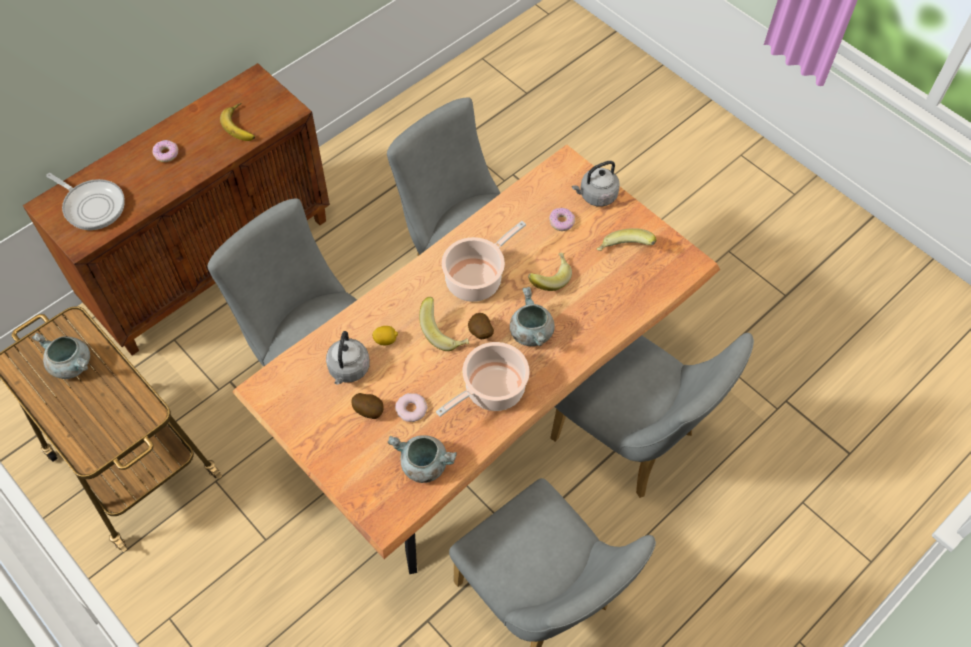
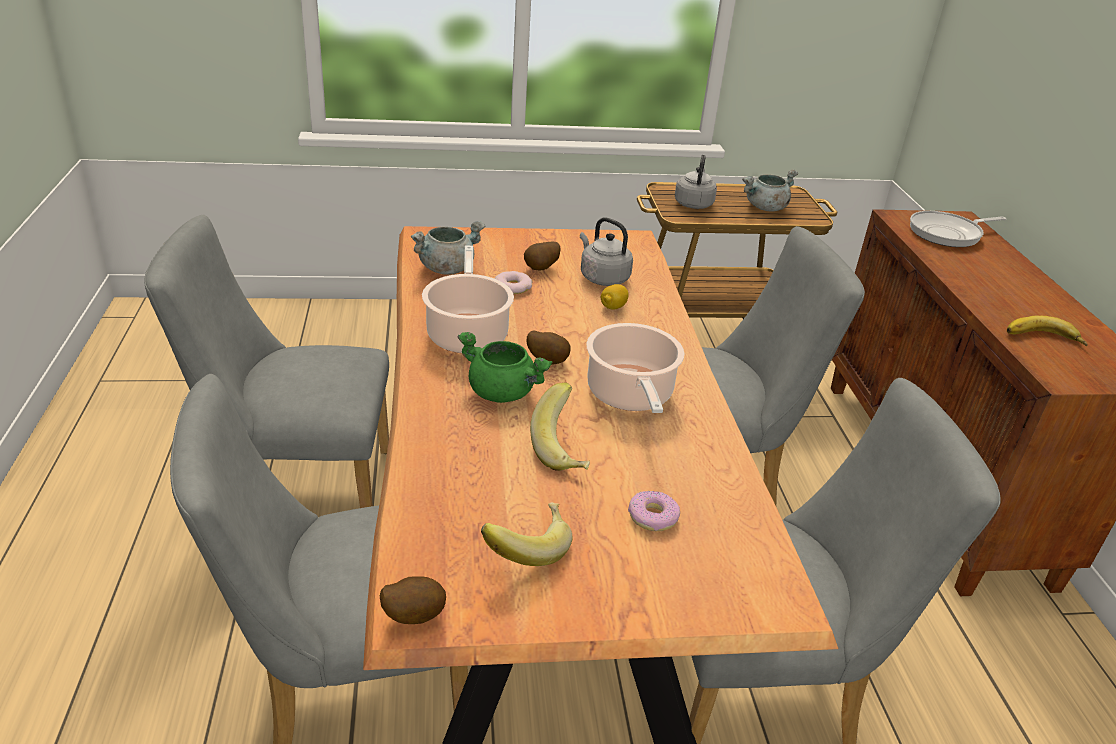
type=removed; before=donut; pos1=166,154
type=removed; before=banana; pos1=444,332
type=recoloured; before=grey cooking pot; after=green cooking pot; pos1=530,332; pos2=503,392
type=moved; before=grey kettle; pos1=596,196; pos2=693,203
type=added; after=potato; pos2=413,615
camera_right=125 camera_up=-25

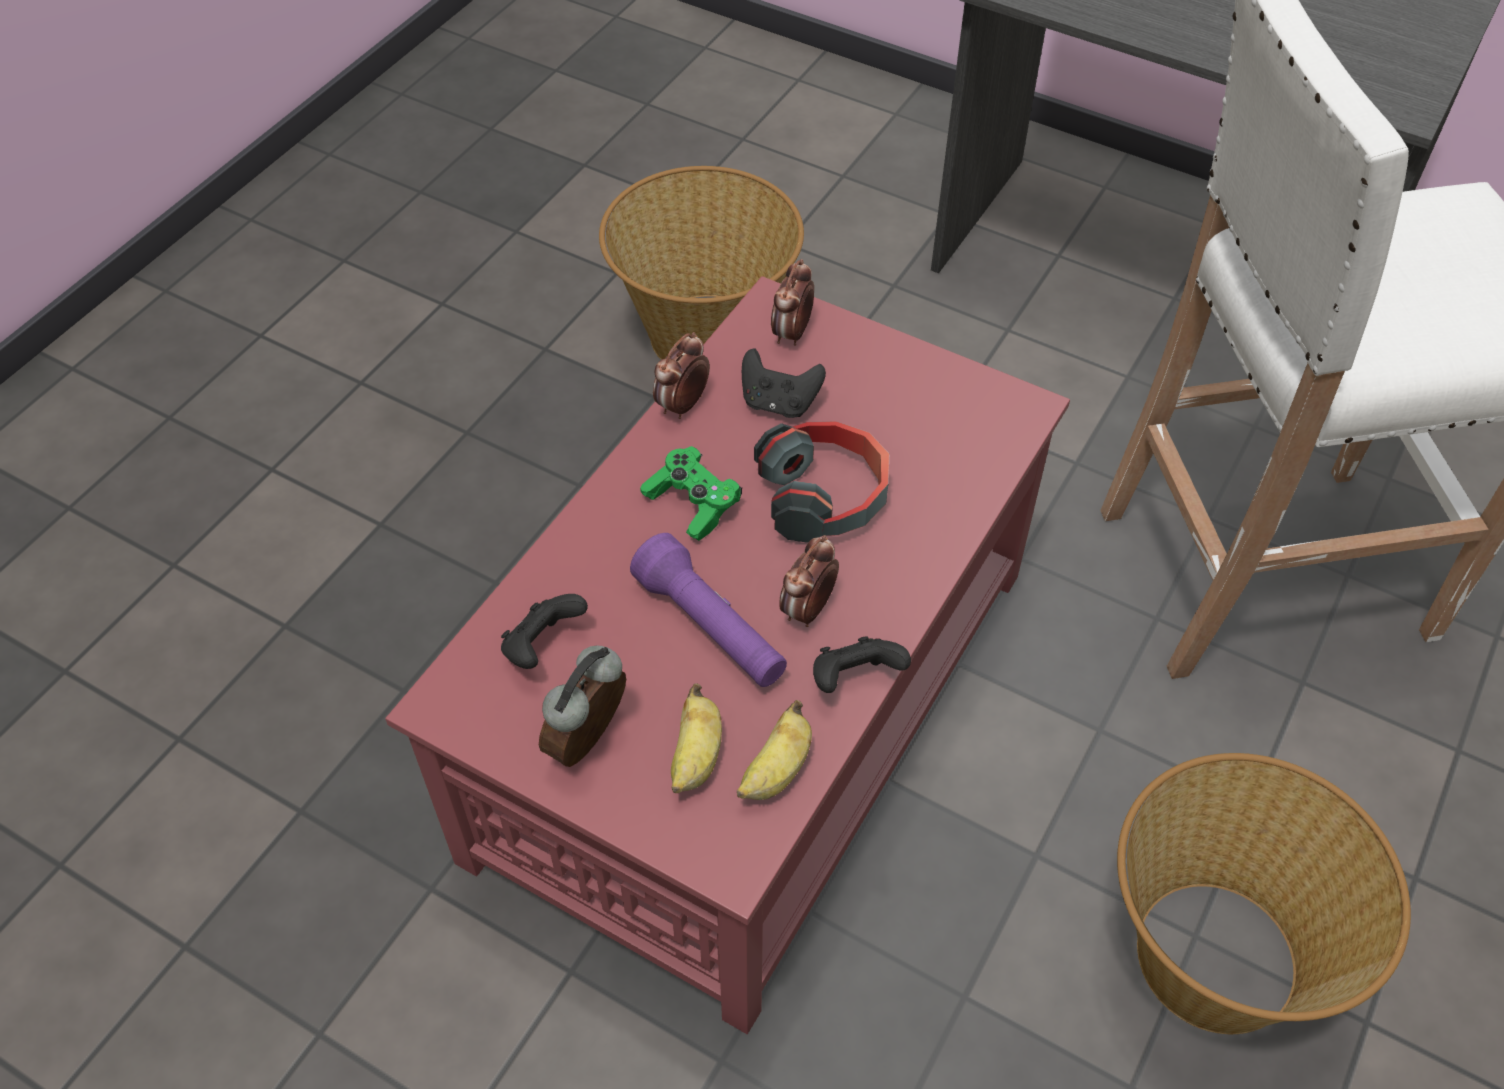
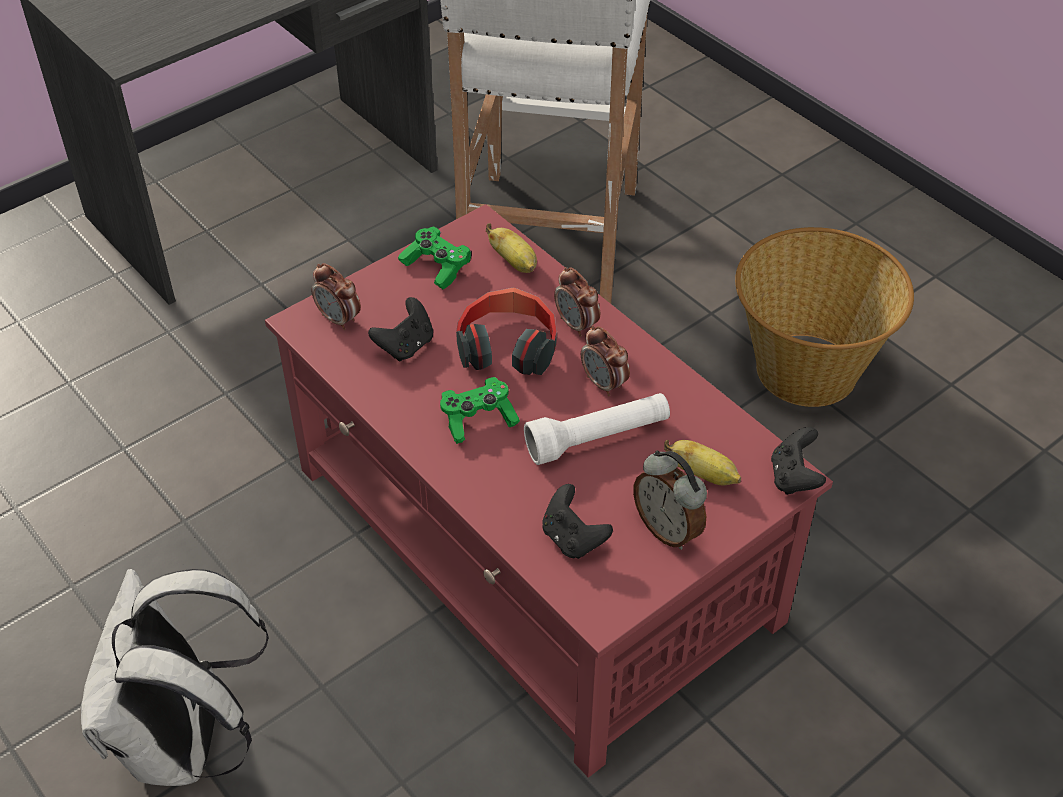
type=removed; before=basket; pos1=705,335
type=recoloured; before=purple flashlight; after=white flashlight; pos1=711,628; pos2=597,439
type=moved; before=alarm clock; pos1=682,405; pos2=576,325
type=moved; before=banana; pos1=776,771; pos2=514,262
type=moved; before=black game controller; pos1=854,679; pos2=794,477
type=added; after=white backpack; pos2=186,742
type=added; after=green game controller; pos2=436,266
camera_right=-70 camera_up=-5

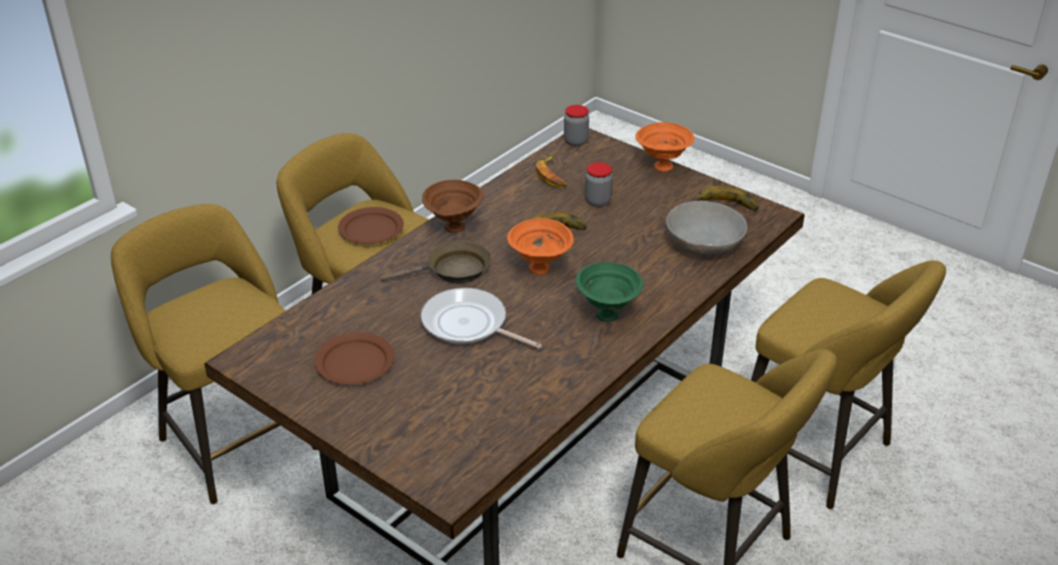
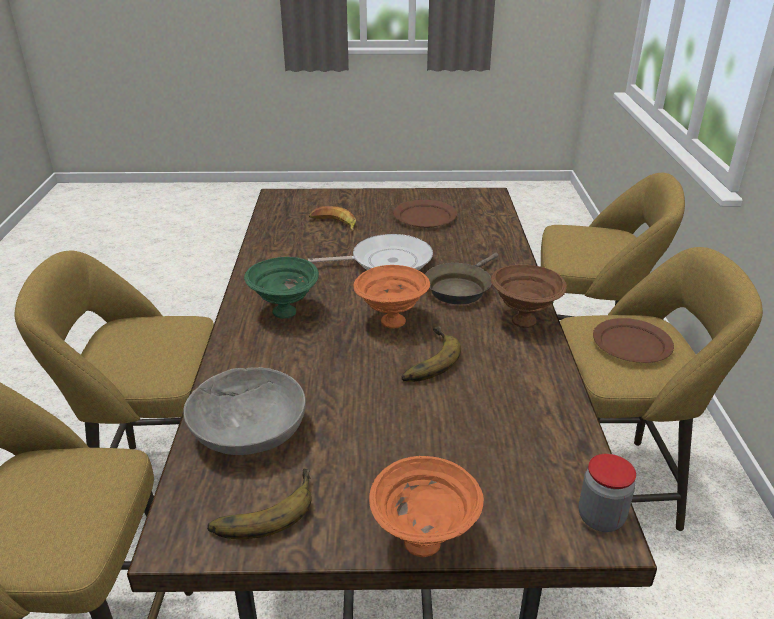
type=moved; before=banana; pos1=552,176; pos2=334,223
type=removed; before=jar; pos1=598,201
camera_right=140 camera_up=-5

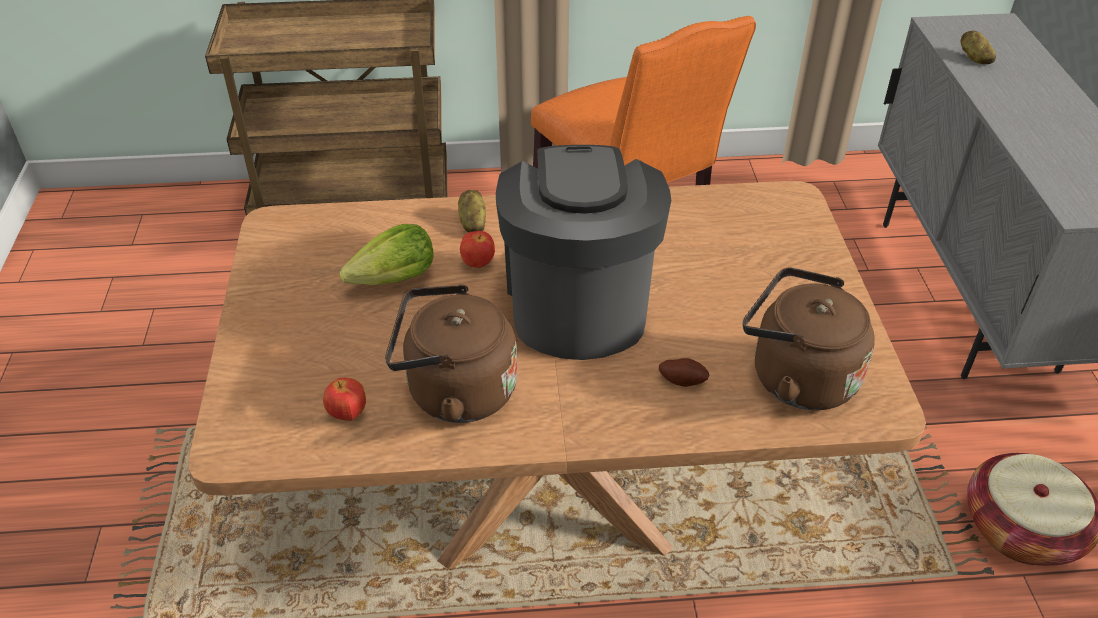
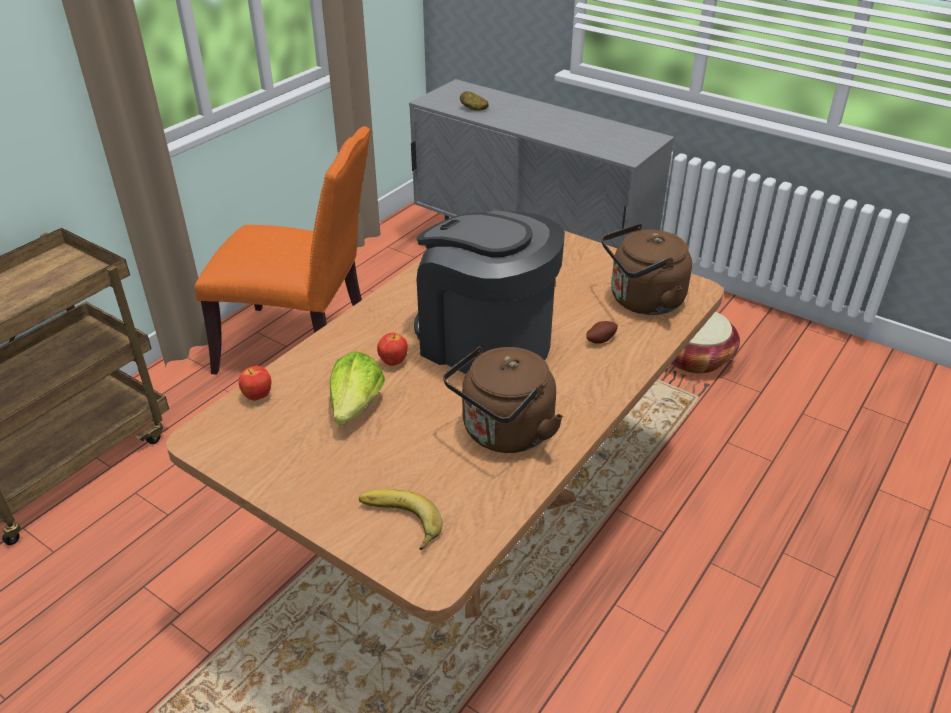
type=moved; before=apple; pos1=347,414; pos2=258,396
type=removed; before=potato; pos1=472,223
type=added; after=banana; pos2=398,523
camera_right=-50 camera_up=-5

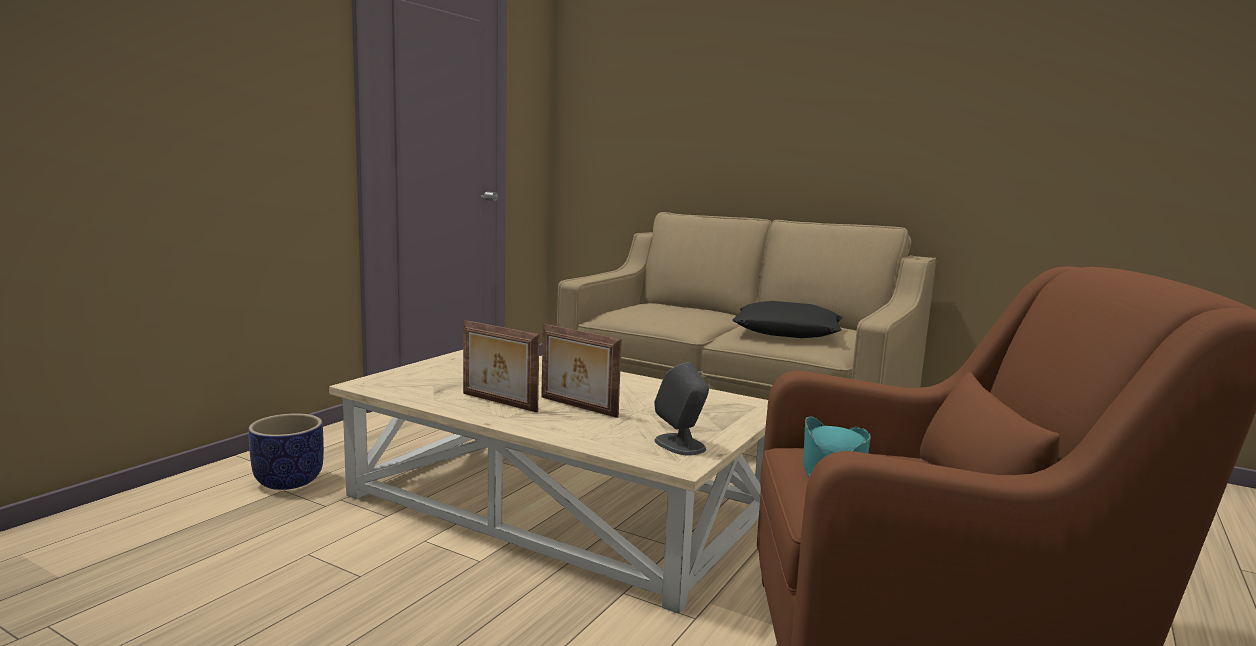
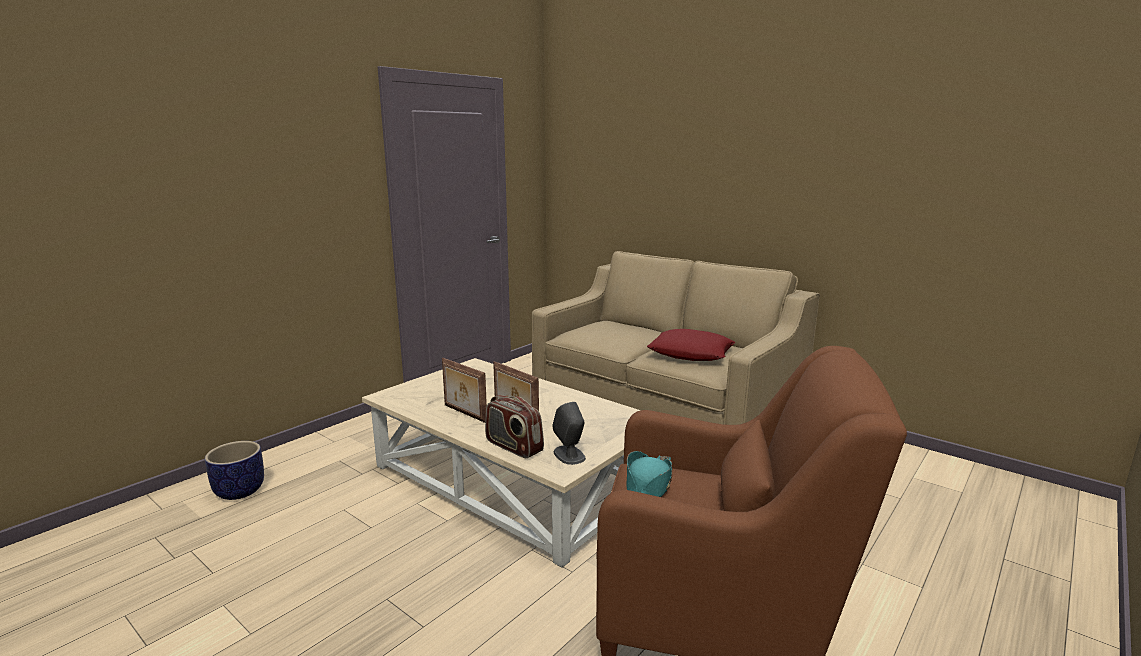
type=moved; before=planter; pos1=289,481; pos2=240,491
type=recoloured; before=black pillow; after=red pillow; pos1=787,331; pos2=691,353
type=added; after=radio; pos2=513,447
camera_right=10 camera_up=5

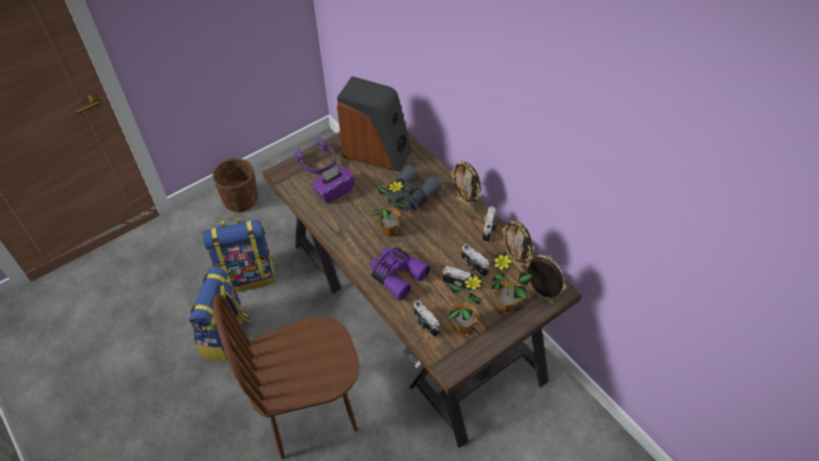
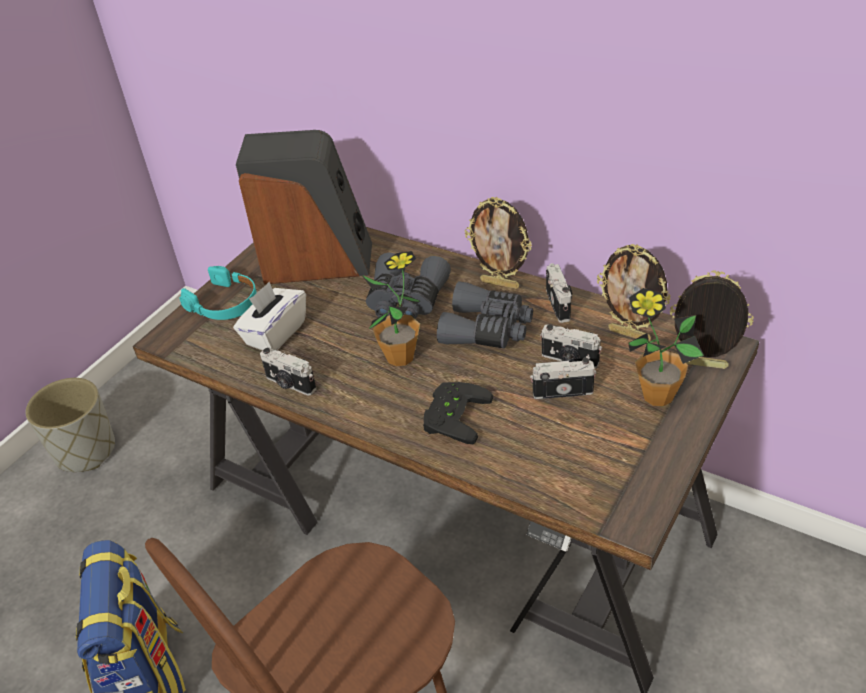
type=removed; before=backpack; pos1=247,275
type=recoloured; before=brown planter; after=grey planter; pos1=241,199; pos2=85,450
type=recoloured; before=purple headphones; after=turquoise headphones; pos1=318,162; pos2=225,303
type=recoloured; before=purple tissue box; after=white tissue box; pos1=334,191; pos2=275,333
type=replaced; before=purple binoculars; after=black game controller; pos1=397,275; pos2=452,415
type=moved; before=photo camera; pos1=425,324; pos2=289,384
type=removed; before=potted plant; pos1=463,326
type=added; after=grey binoculars; pos2=487,329
camera_right=-20 camera_up=-10

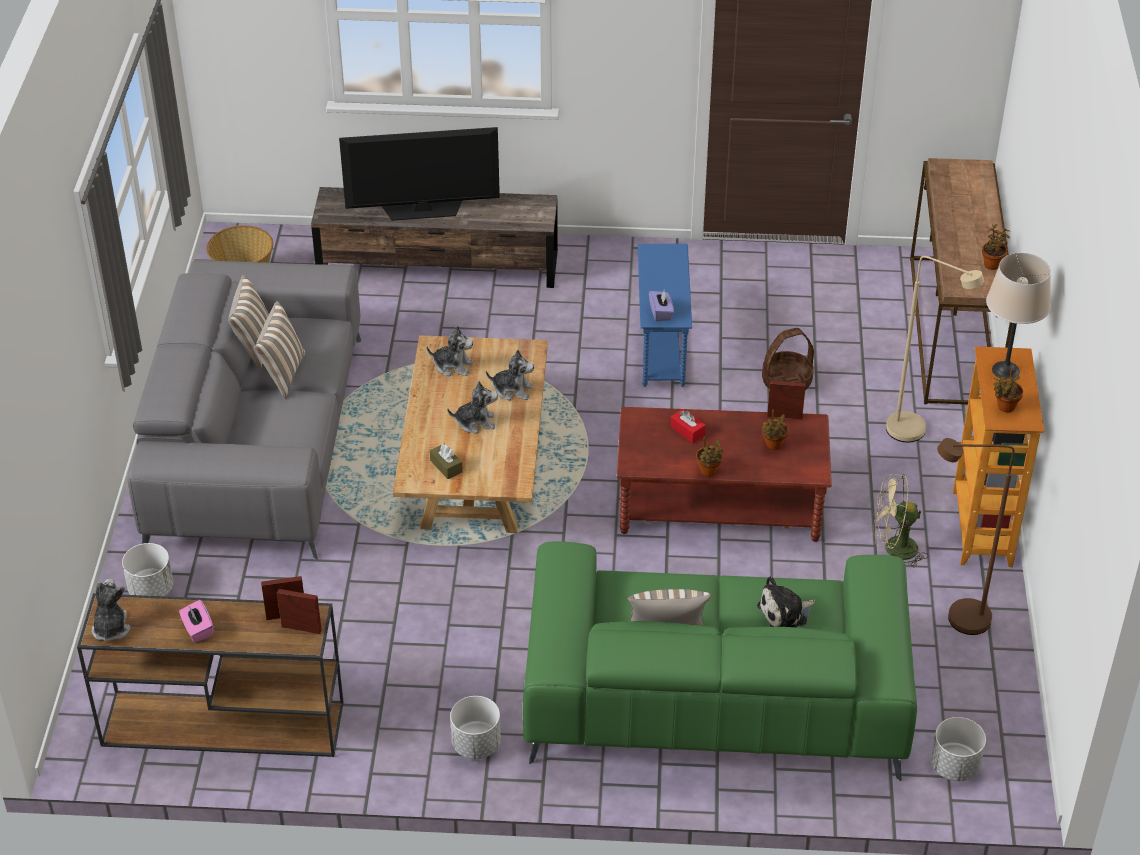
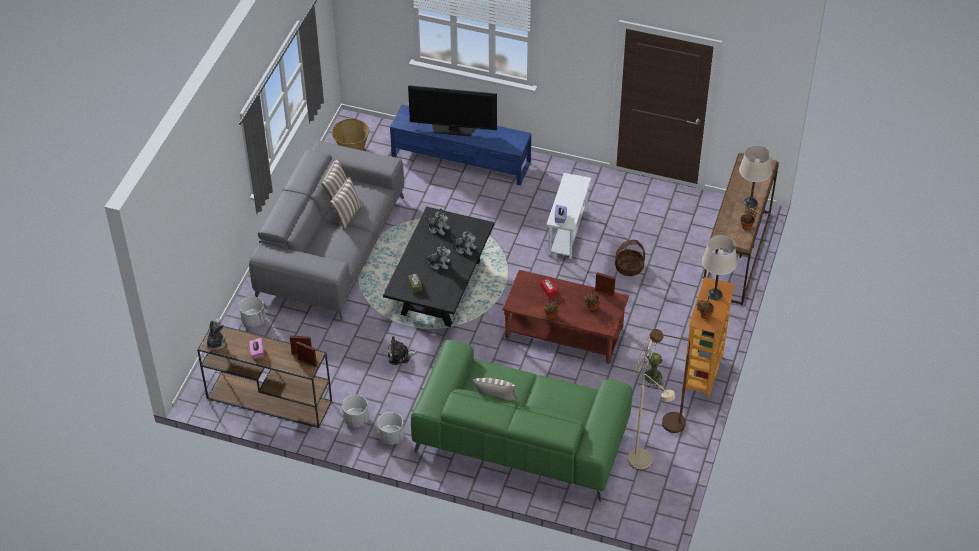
type=recoloured; before=brown tv stand; after=blue tv stand; pos1=439,265; pos2=461,159
type=recoloured; before=beige coffee table; after=black coffee table; pos1=475,471; pos2=440,287
type=recoloured; before=blue side table; after=white side table; pos1=662,347; pos2=568,233
type=moved; before=plush toy; pos1=785,613; pos2=400,355
type=moved; before=beige floor lamp; pos1=915,433; pos2=645,464
type=moved; before=white planter; pos1=954,766; pos2=356,419
type=added; after=beige table lamp; pos2=750,202
camera_right=15 camera_up=5

